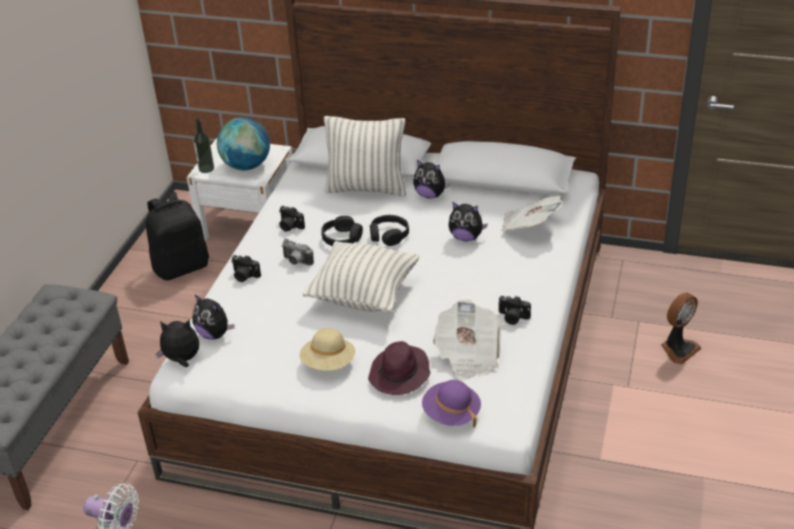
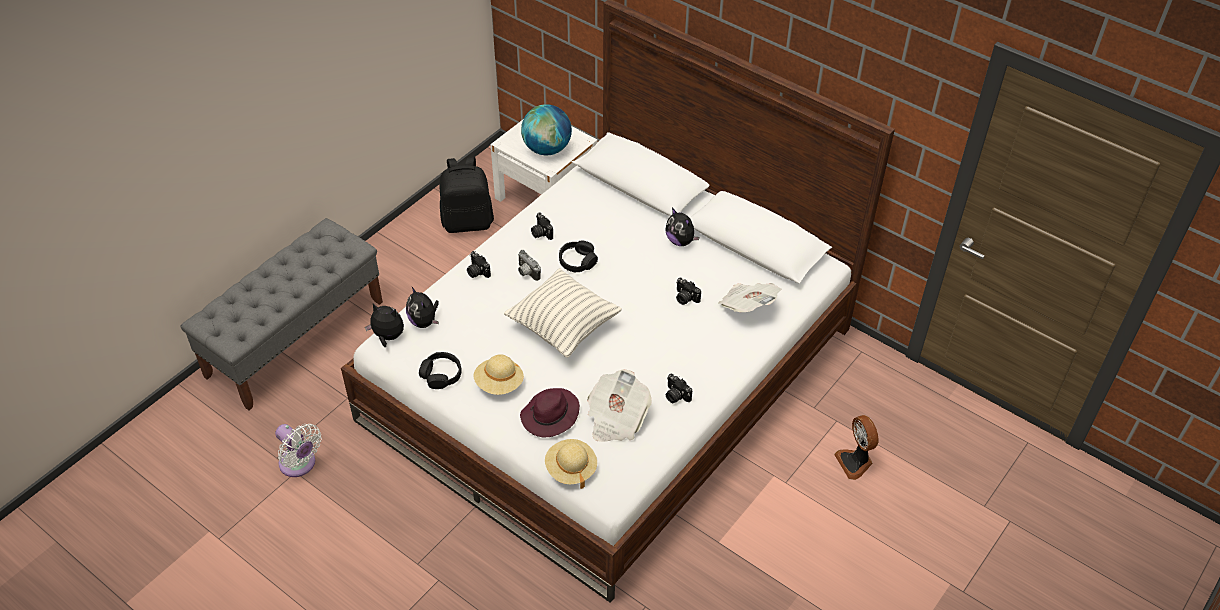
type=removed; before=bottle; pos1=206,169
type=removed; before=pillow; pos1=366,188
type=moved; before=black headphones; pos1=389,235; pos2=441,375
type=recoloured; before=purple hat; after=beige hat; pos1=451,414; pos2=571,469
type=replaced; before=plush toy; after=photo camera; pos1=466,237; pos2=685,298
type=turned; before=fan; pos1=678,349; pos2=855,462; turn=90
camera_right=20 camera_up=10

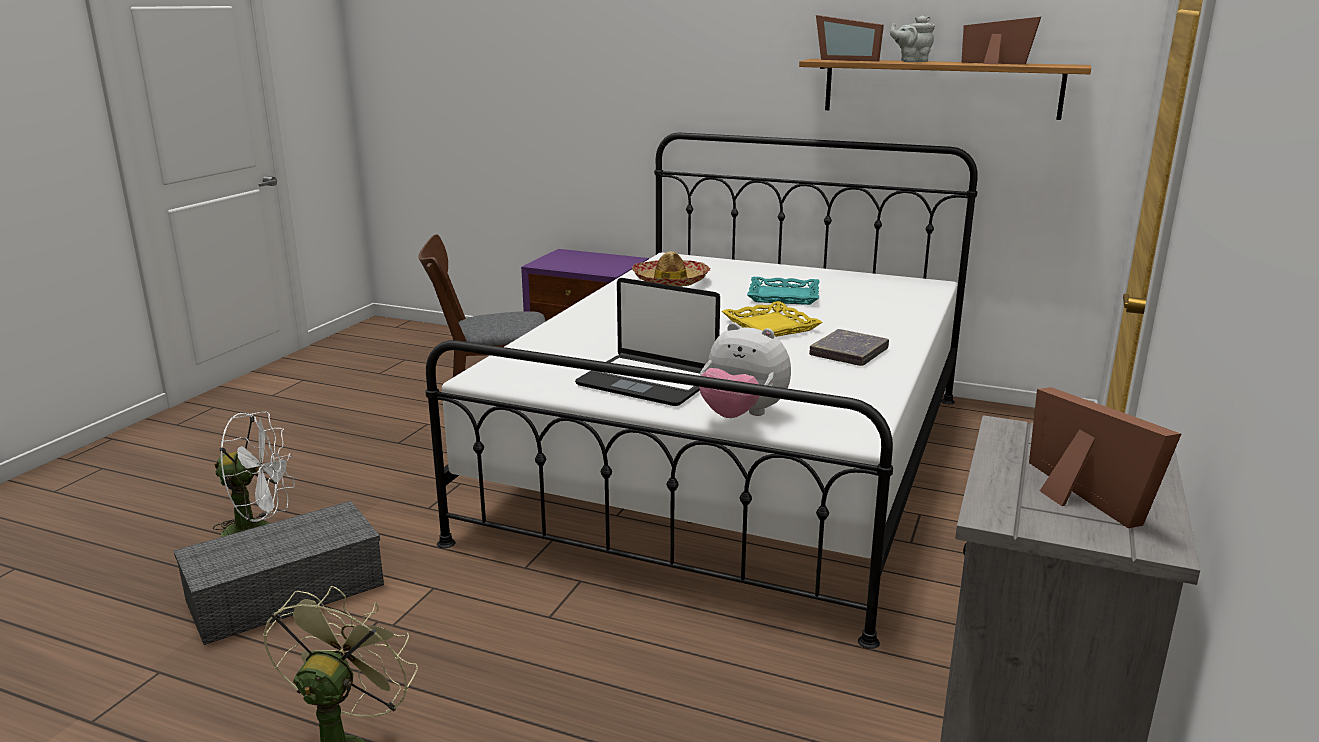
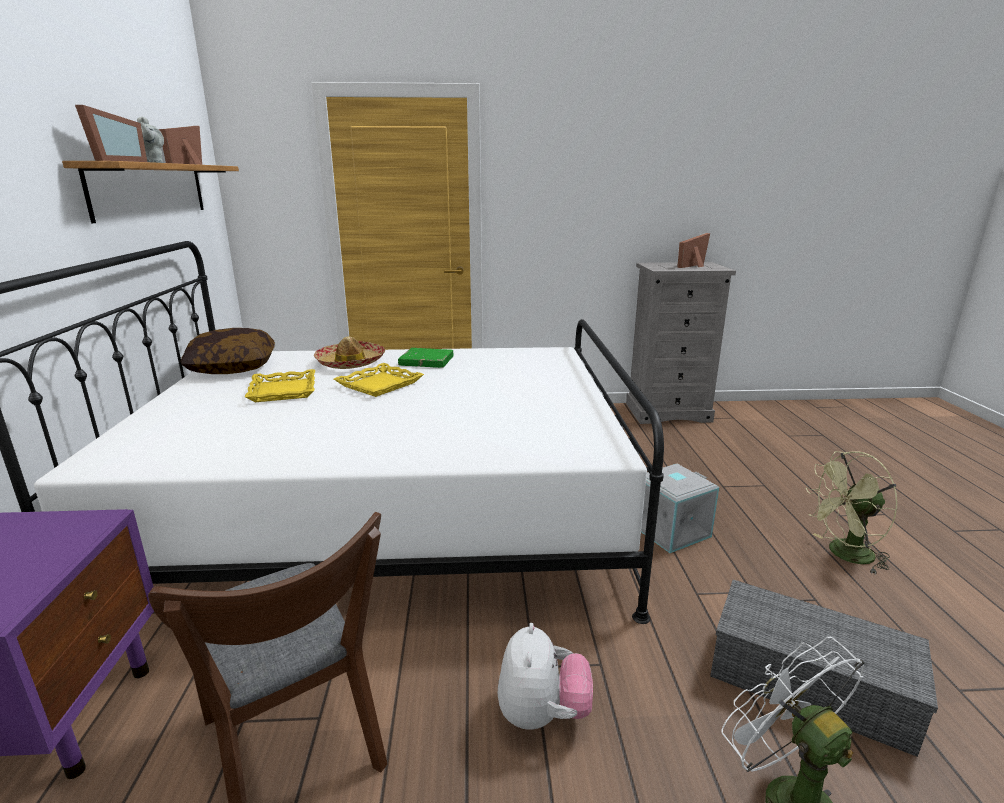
type=removed; before=laptop; pos1=648,381
type=moved; before=hat; pos1=671,281; pos2=350,363
type=moved; before=plush toy; pos1=741,415; pos2=542,714
type=recoloured; before=turquoise tray; after=yellow tray; pos1=783,296; pos2=284,391
type=recoloured; before=grey book; after=green book; pos1=849,353; pos2=426,361
type=added; after=pillow; pos2=232,367
type=added; after=grey storage box; pos2=670,529
camera_right=-115 camera_up=0

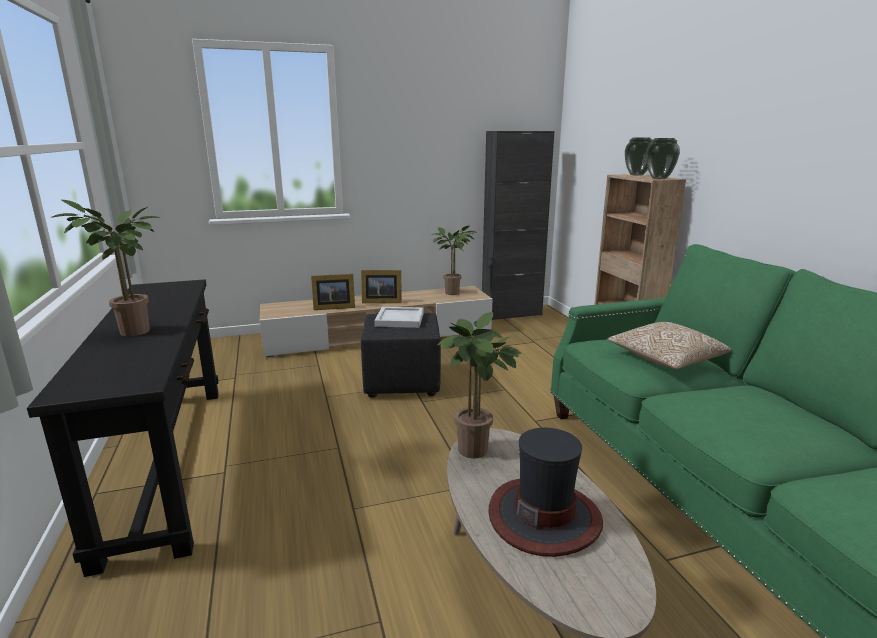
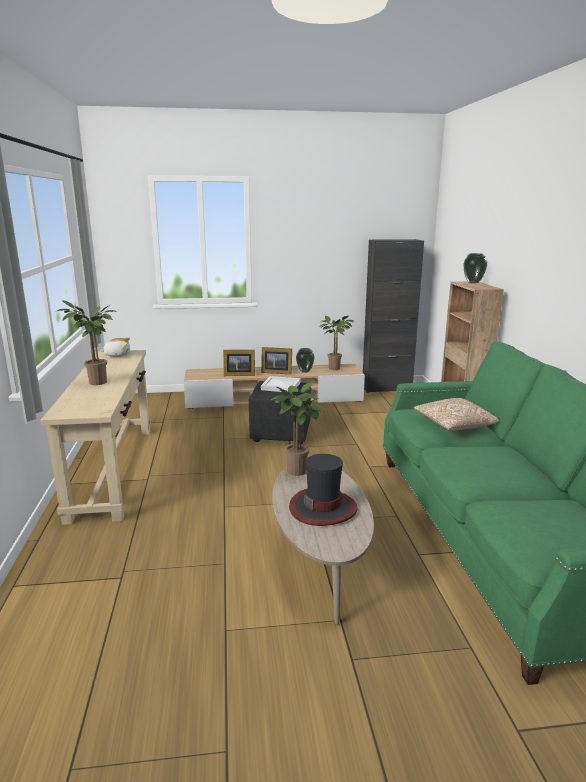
type=recoloured; before=black console table; after=beige console table; pos1=169,461; pos2=113,470
type=moved; before=vase; pos1=659,178; pos2=305,371
type=added; after=plush toy; pos2=117,355
camera_right=10 camera_up=0

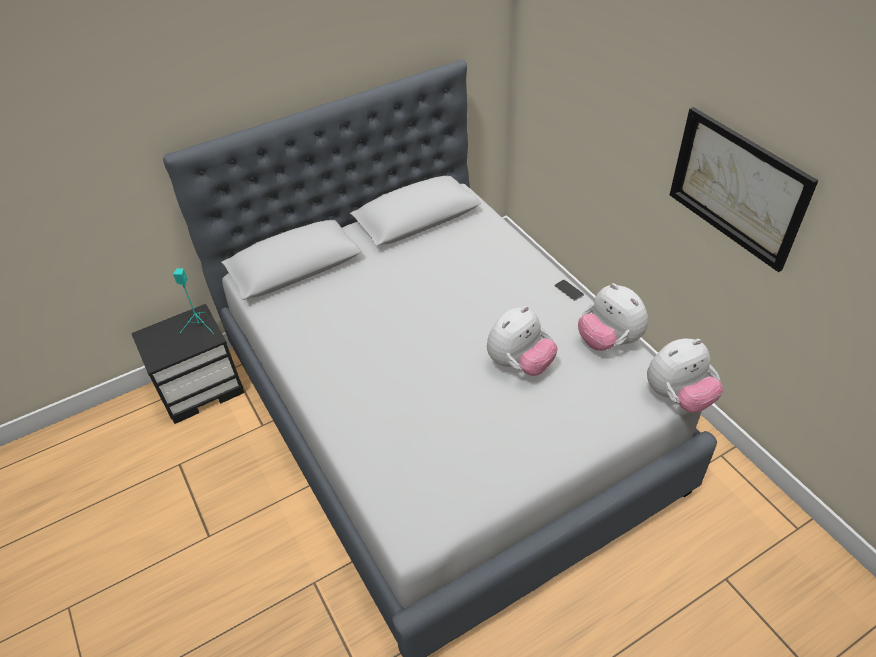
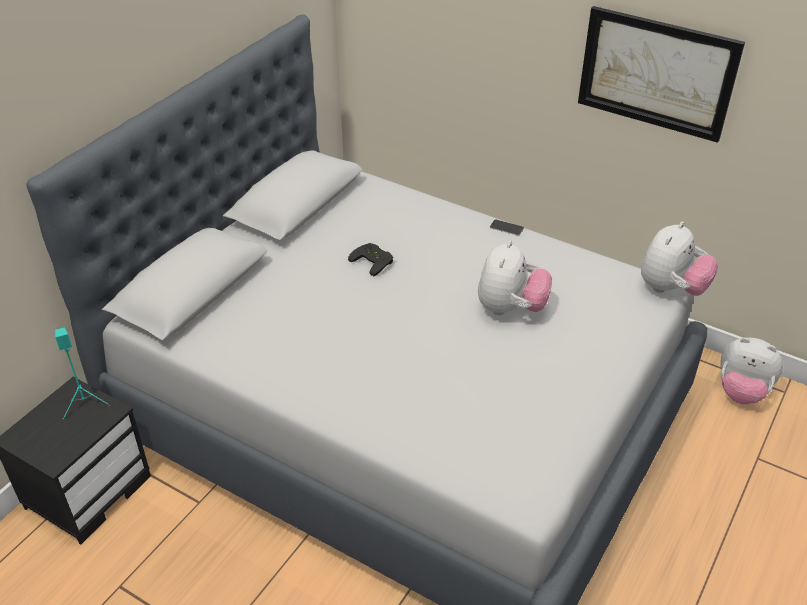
type=moved; before=plush toy; pos1=609,341; pos2=741,392
type=added; after=black game controller; pos2=374,261
camera_right=-30 camera_up=-5

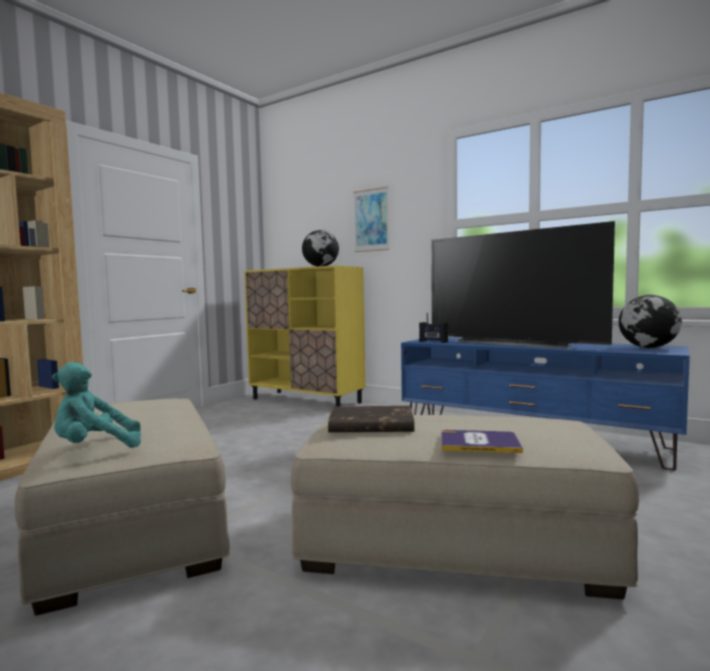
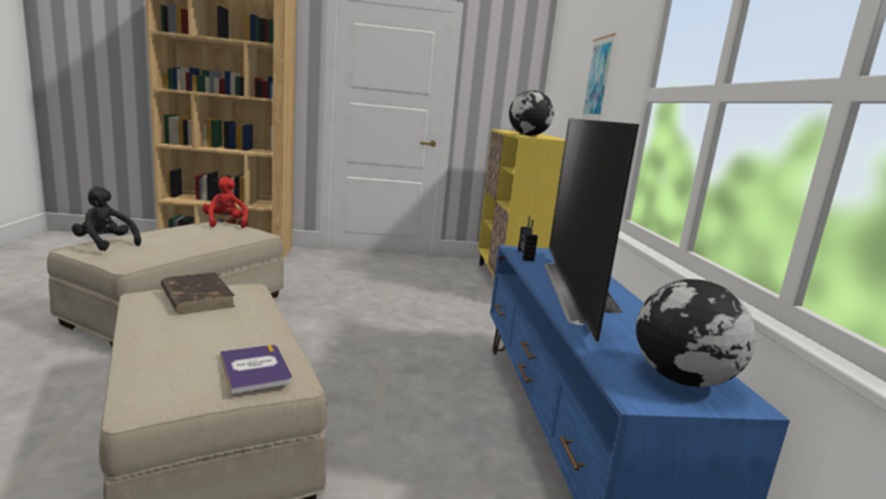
type=recoloured; before=turquoise plush toy; after=black plush toy; pos1=95,448; pos2=105,244
type=moved; before=book; pos1=479,443; pos2=255,369
type=added; after=red plush toy; pos2=225,223
camera_right=50 camera_up=10

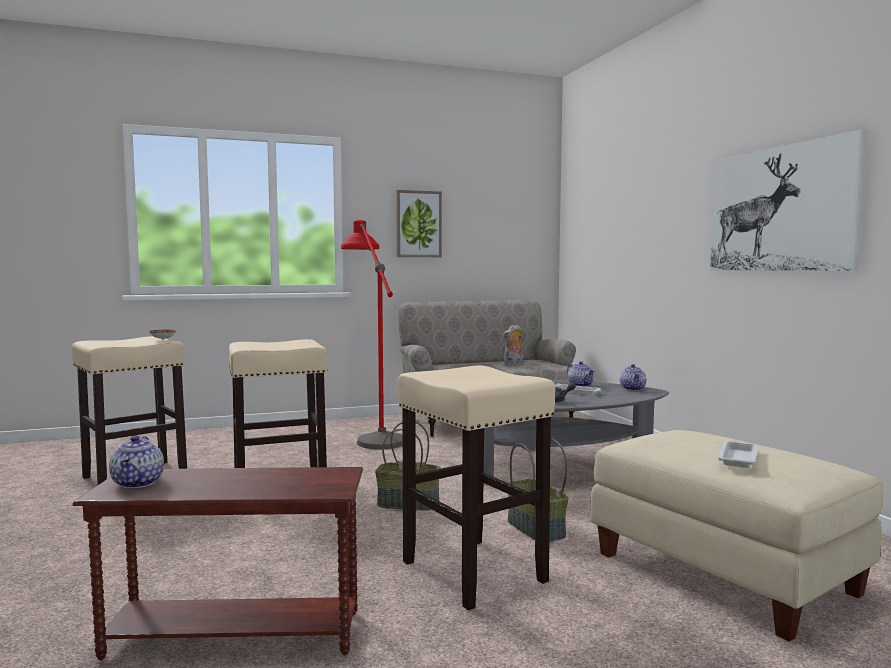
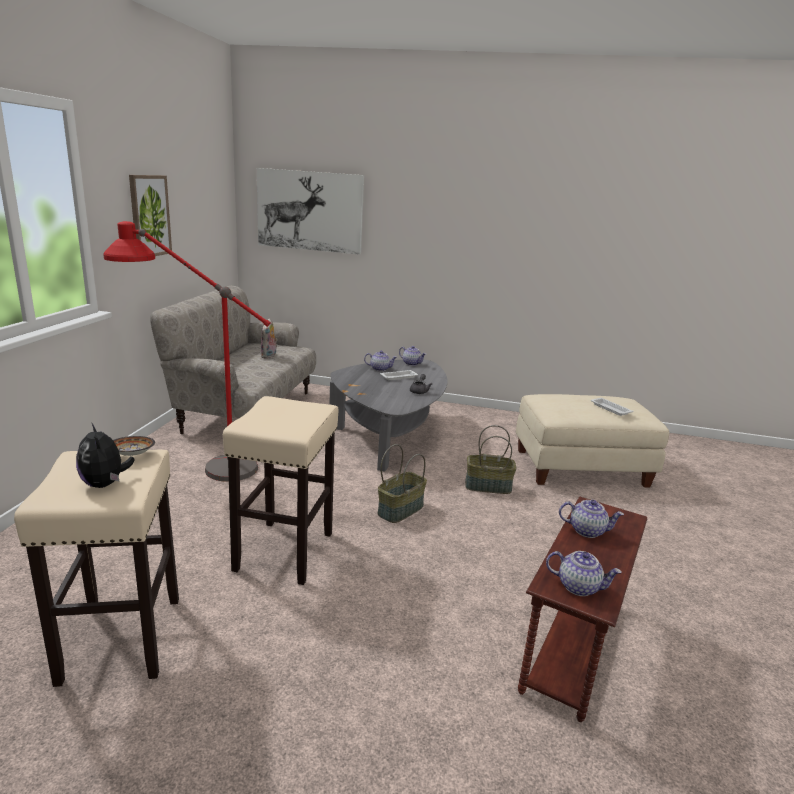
type=removed; before=beige stool; pos1=471,571
type=moved; before=picture; pos1=780,209; pos2=310,211
type=added; after=plush toy; pos2=105,484
type=added; after=teapot; pos2=587,530
camera_right=-60 camera_up=15

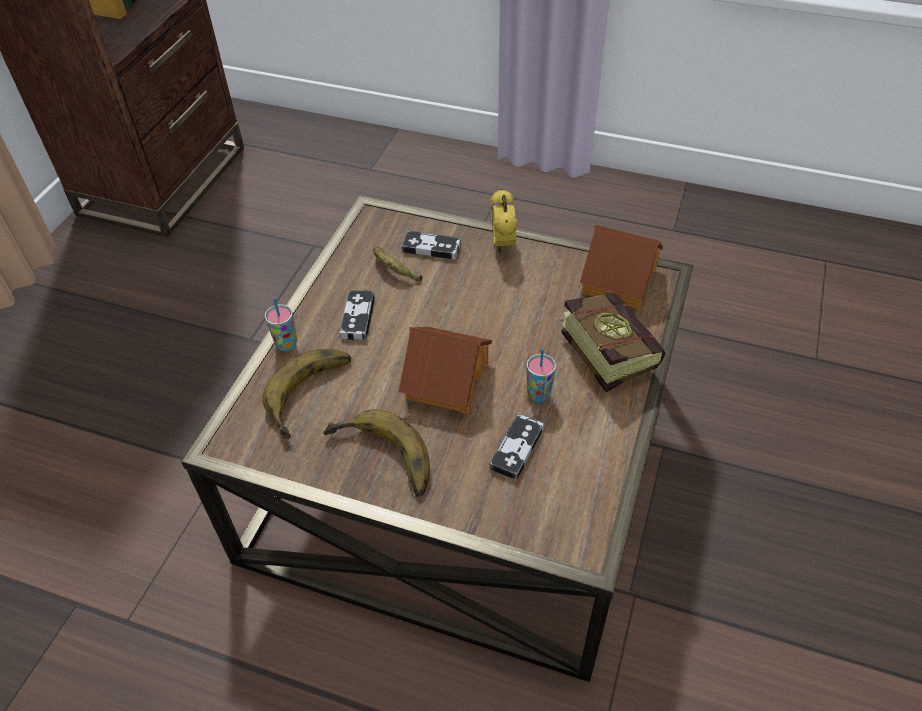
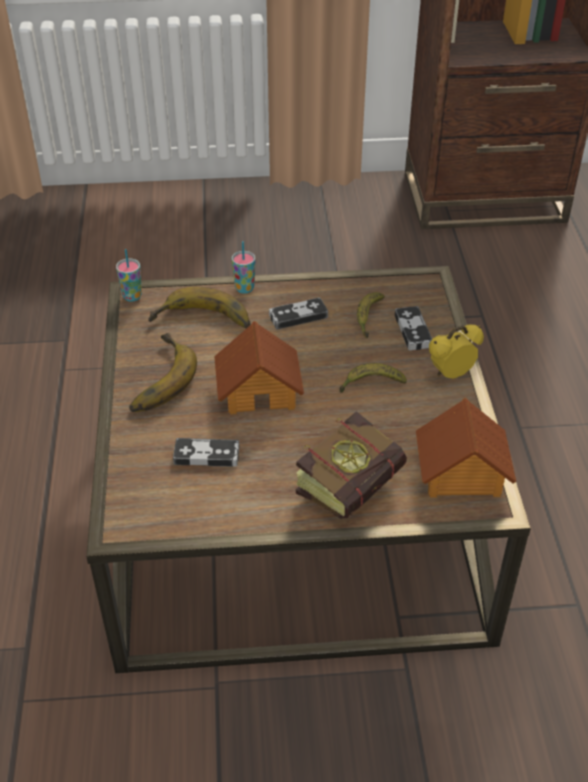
type=moved; before=cup; pos1=538,394; pos2=132,296
type=added; after=banana; pos2=371,384
camera_right=65 camera_up=-5

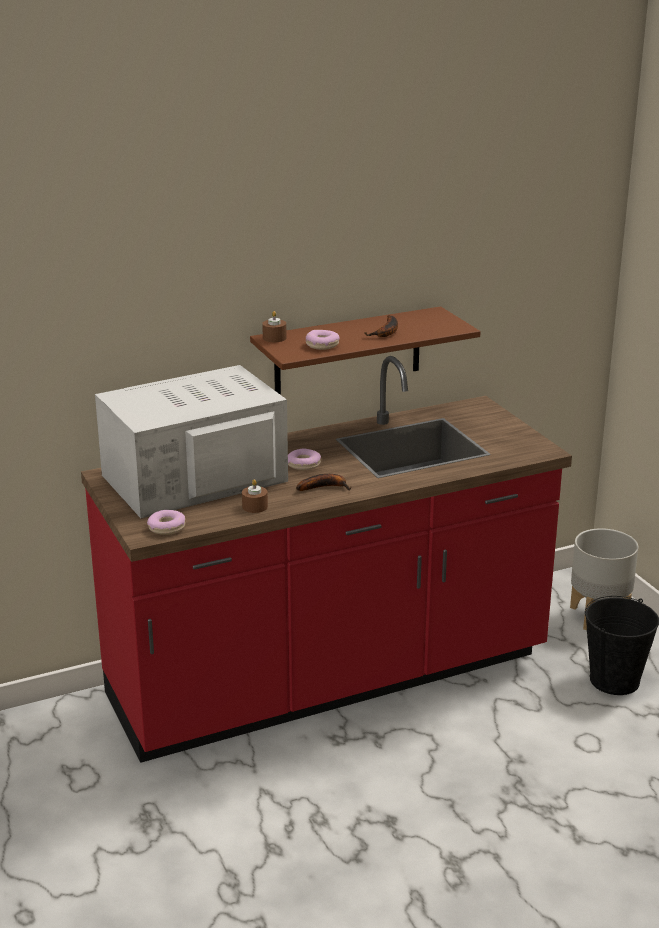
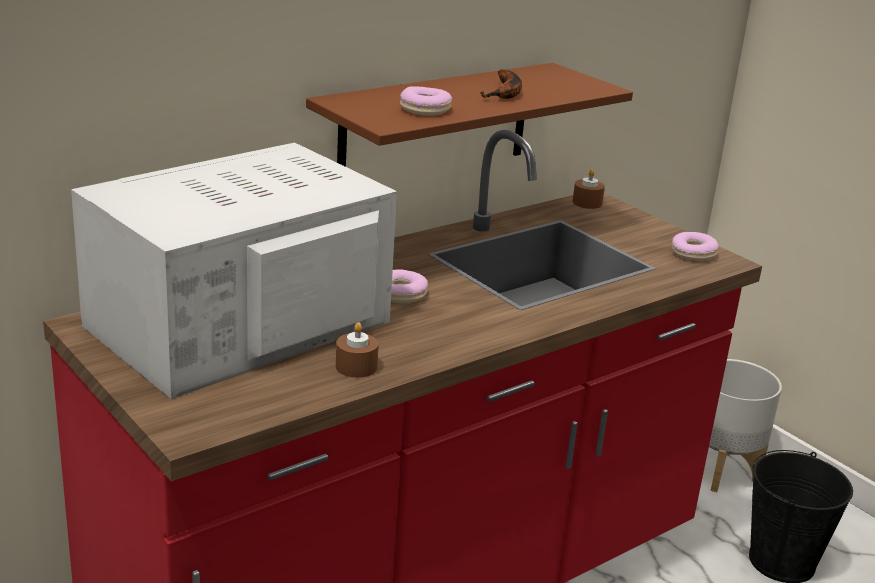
type=moved; before=donut; pos1=166,528; pos2=693,253
type=moved; before=brown candle; pos1=274,338; pos2=587,203
type=removed; before=banana; pos1=325,487
camera_right=-15 camera_up=0

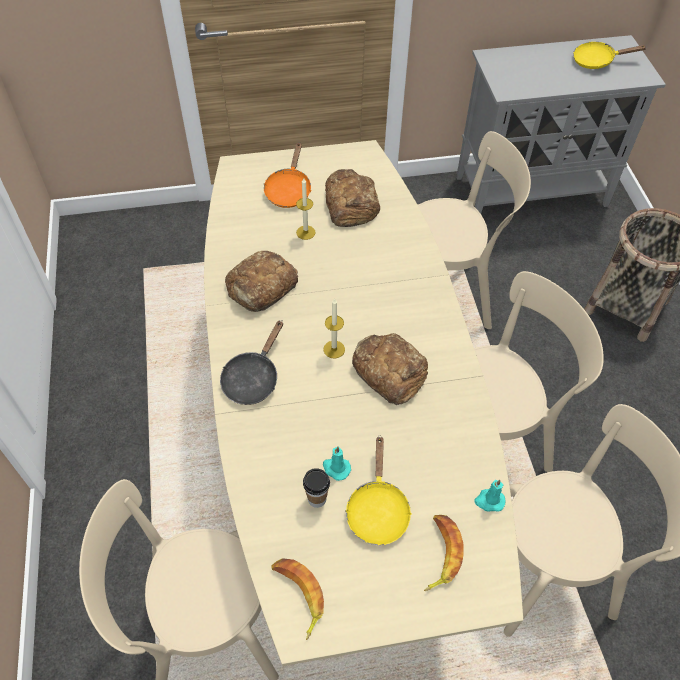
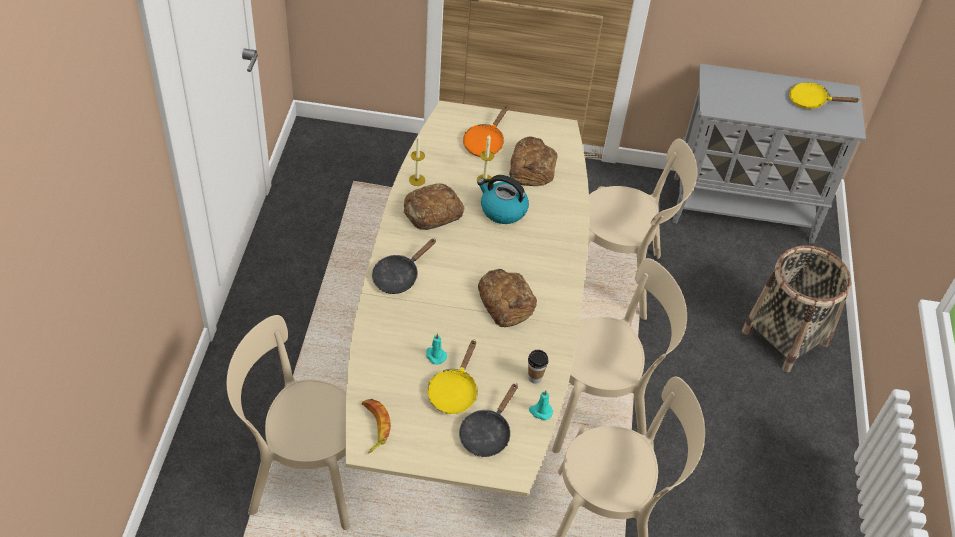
type=moved; before=cup; pos1=317,499; pos2=535,377
type=moved; before=candle; pos1=334,349; pos2=417,180
type=replaced; before=banana; after=black frying pan; pos1=440,553; pos2=487,433
type=added; after=kettle; pos2=502,210
camera_right=15 camera_up=-5

